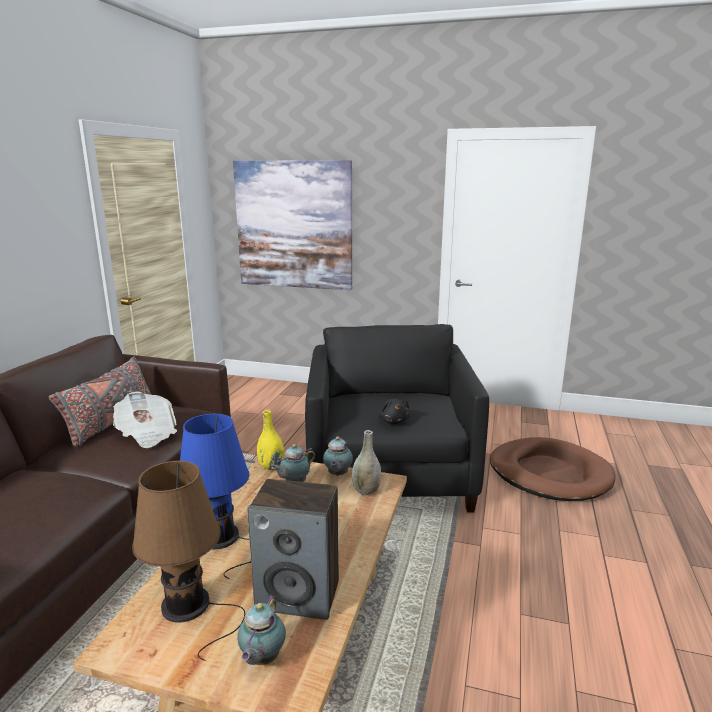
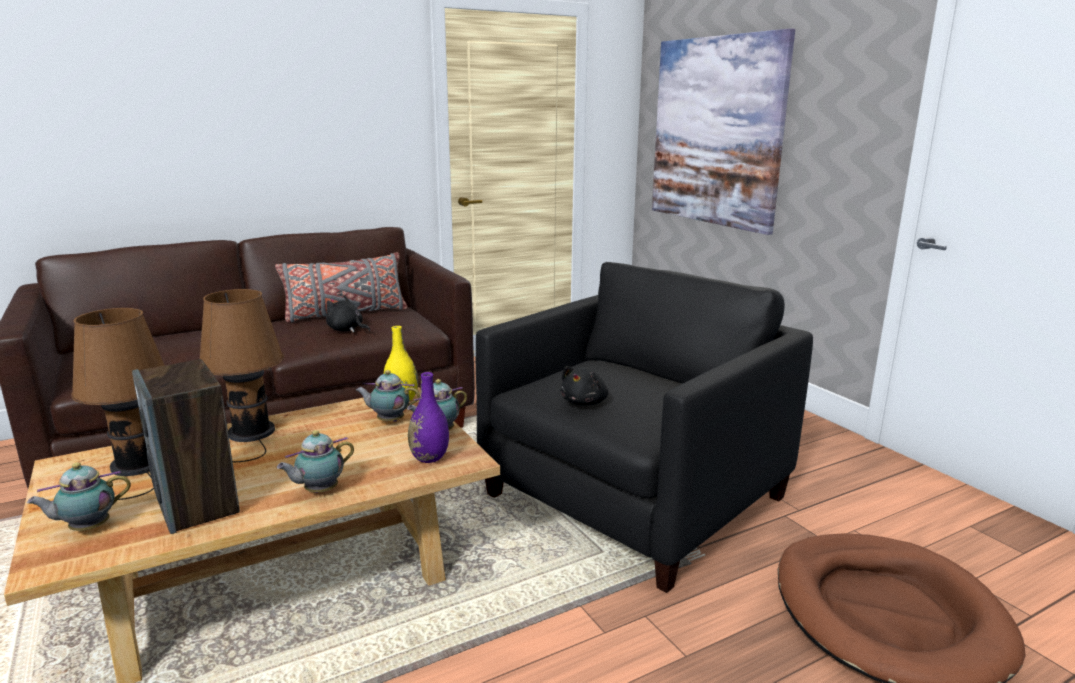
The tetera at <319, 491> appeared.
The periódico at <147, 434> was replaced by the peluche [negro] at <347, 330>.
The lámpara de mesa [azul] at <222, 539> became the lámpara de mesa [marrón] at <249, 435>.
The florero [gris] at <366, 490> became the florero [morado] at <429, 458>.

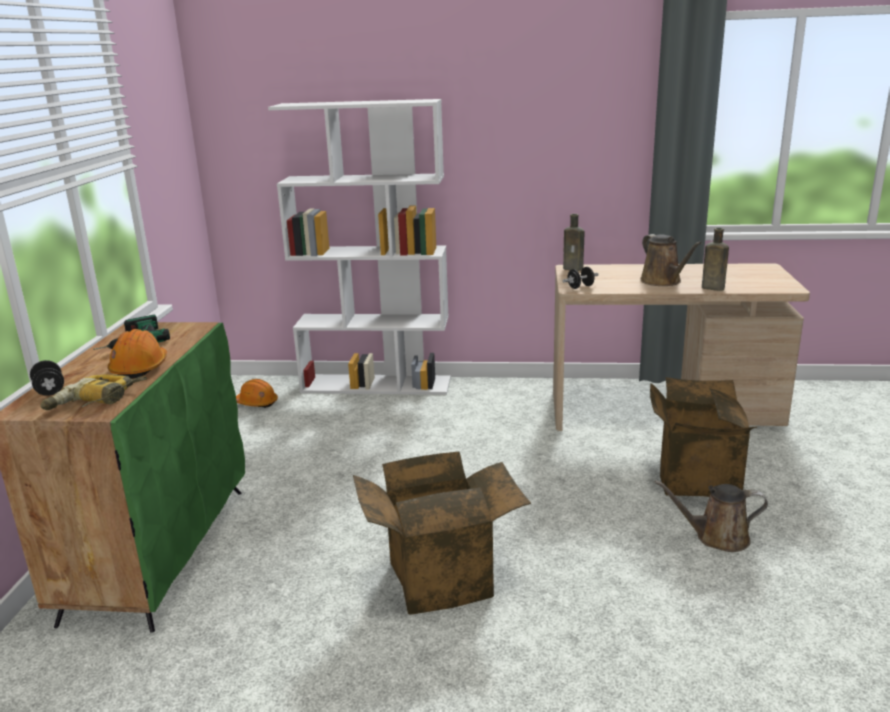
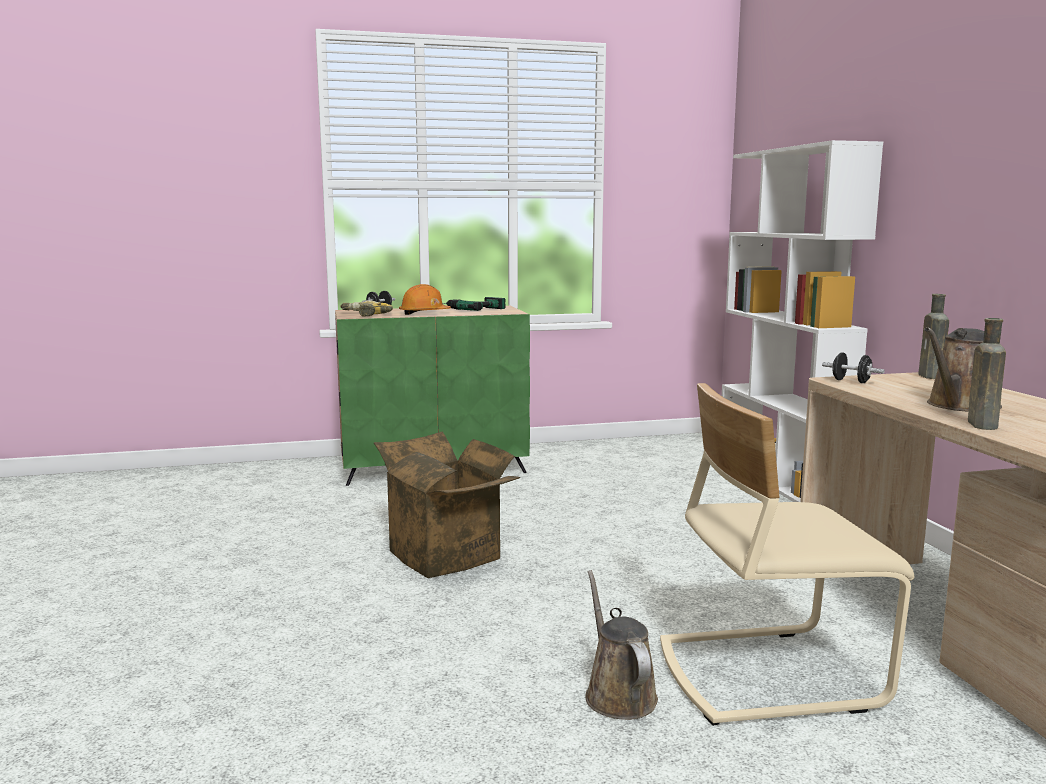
The casco [naranja] at <257, 403> disappeared.
The caja de cartón at <694, 478> was replaced by the silla [beis] at <767, 673>.

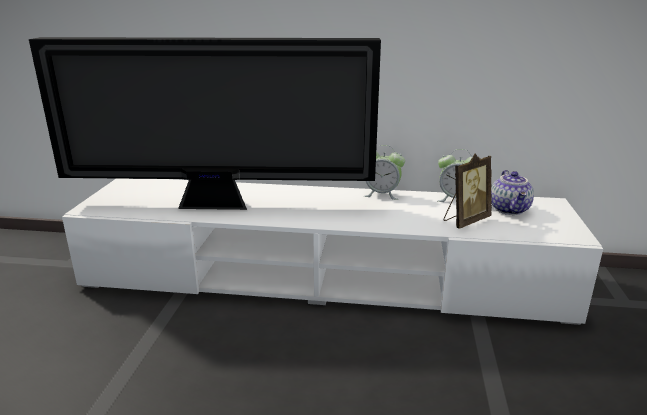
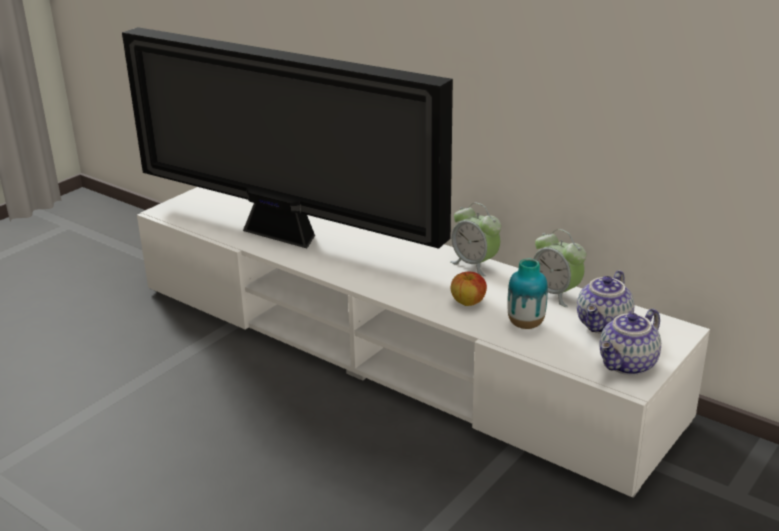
The manzana at <468, 303> appeared.
The tetera at <628, 365> appeared.
The portarretratos at <465, 220> was replaced by the florero at <525, 324>.

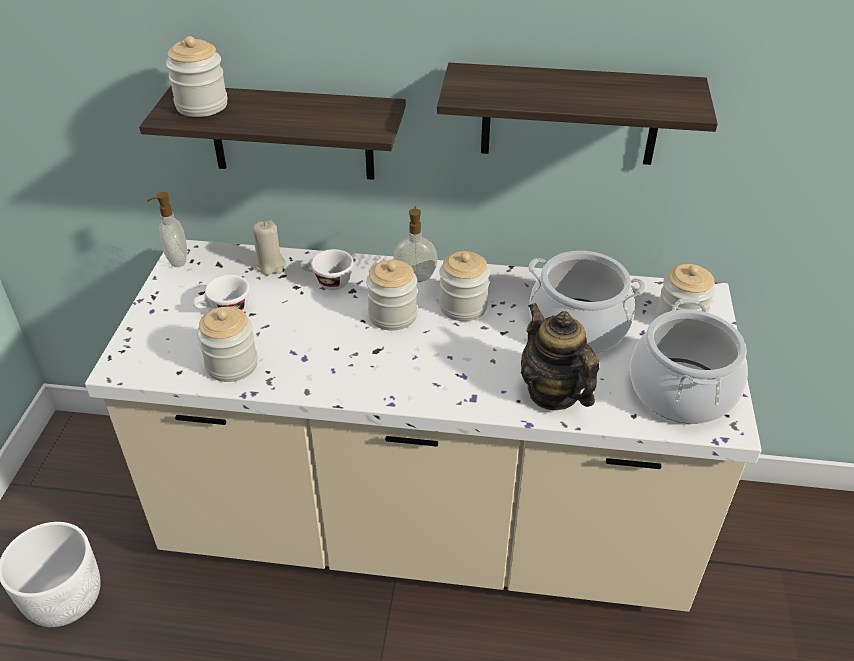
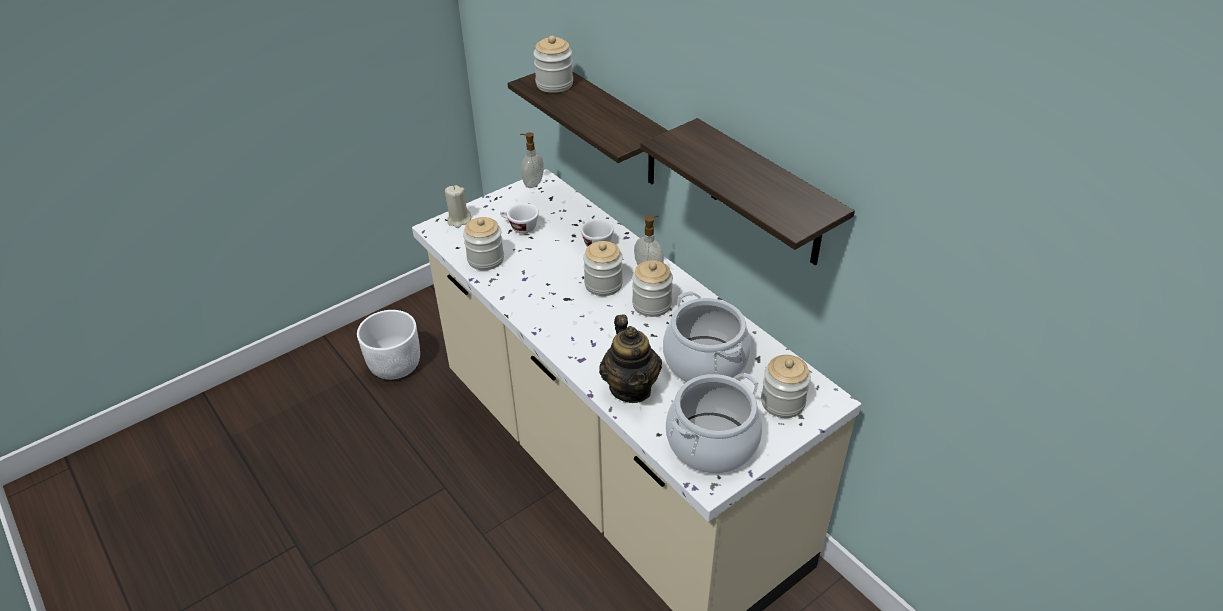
The vela [beis] moved from <270, 265> to <459, 220>.
The tetera at <553, 392> turned 150 degrees clockwise.

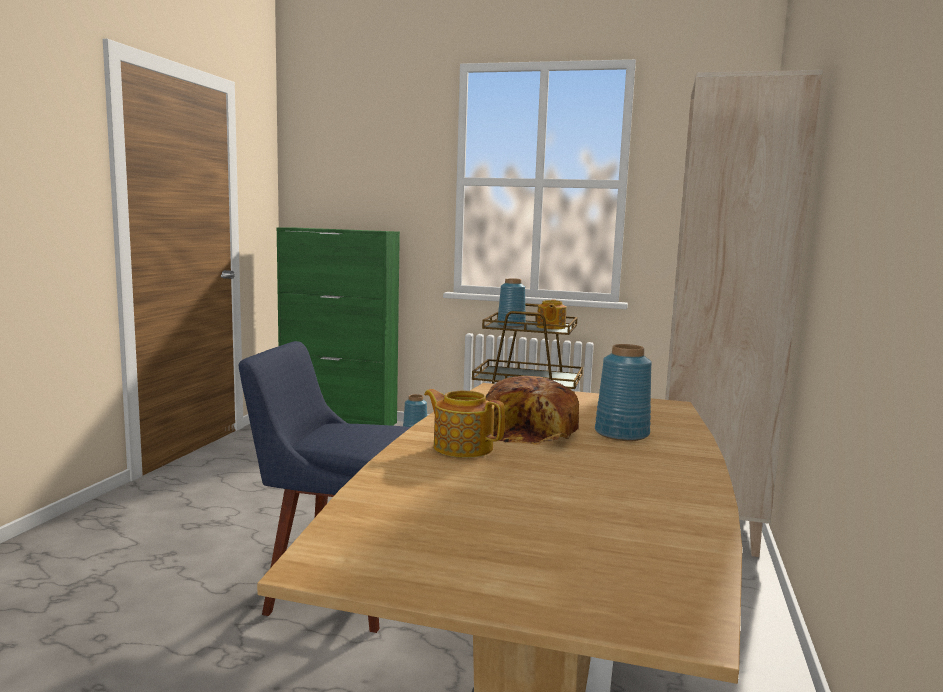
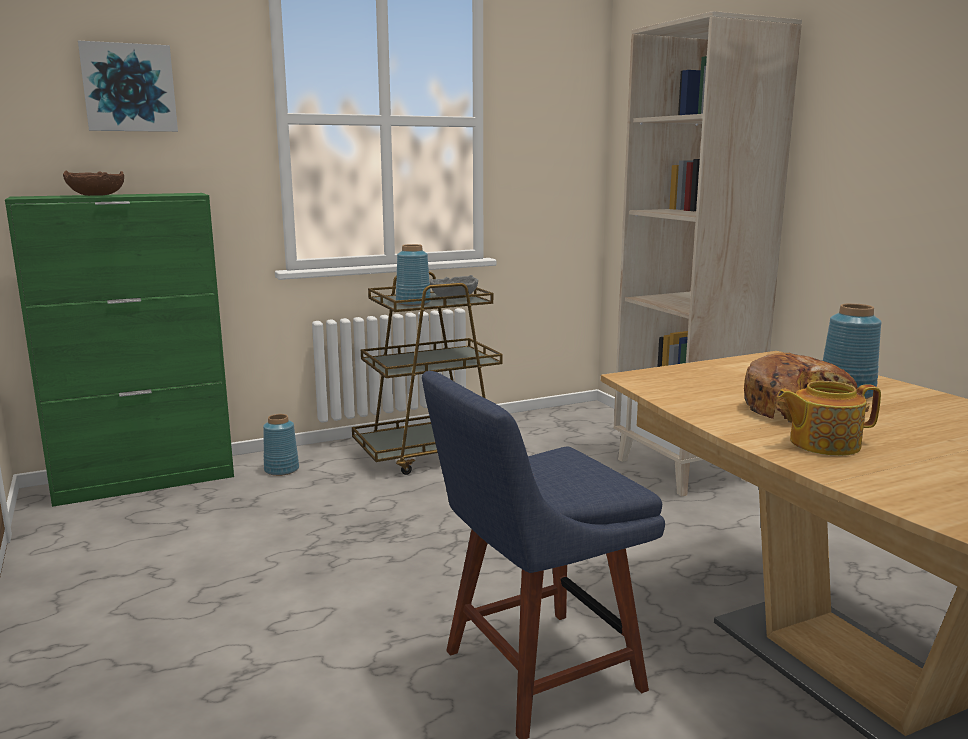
The cuenco [marrón] at <96, 195> appeared.
The cuadro at <129, 88> appeared.
The tetera at <550, 327> was replaced by the cuenco [gris] at <453, 298>.

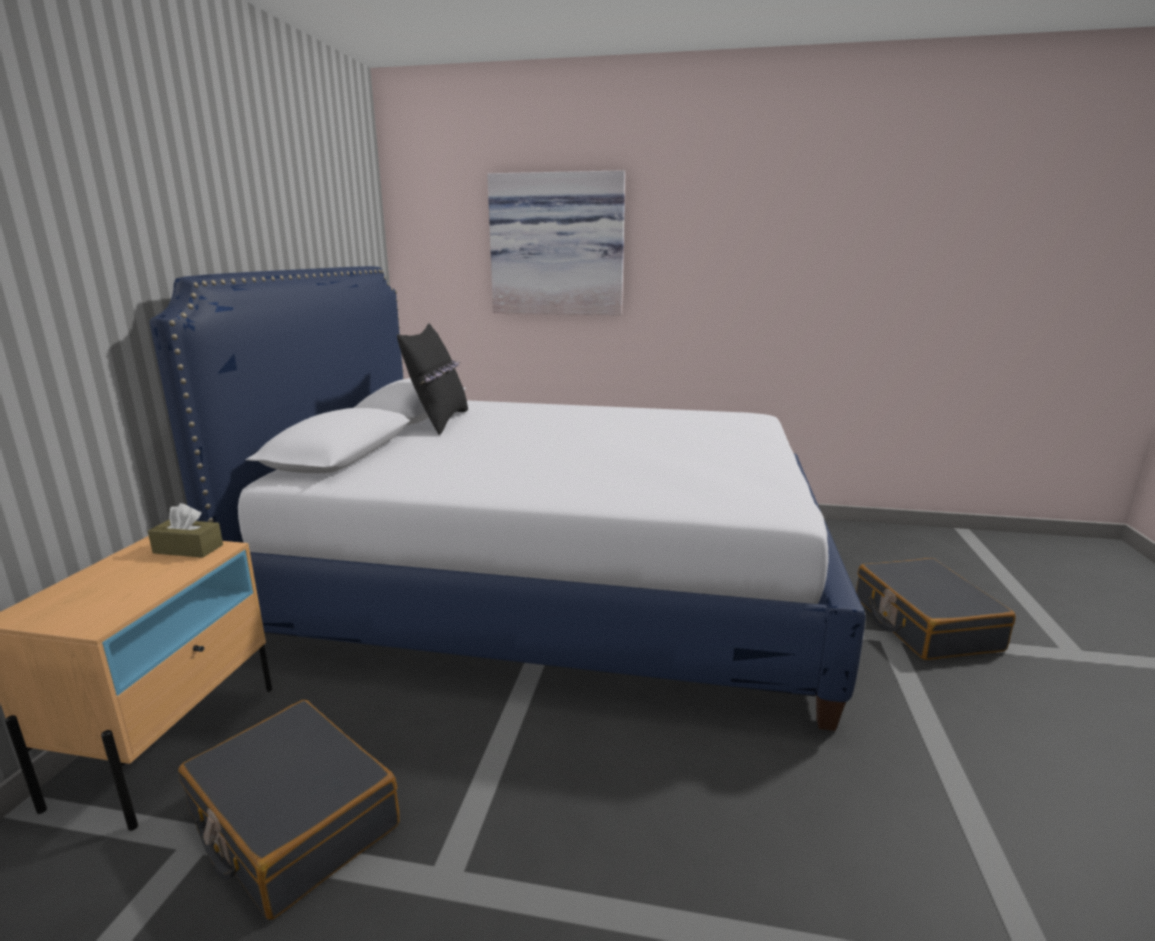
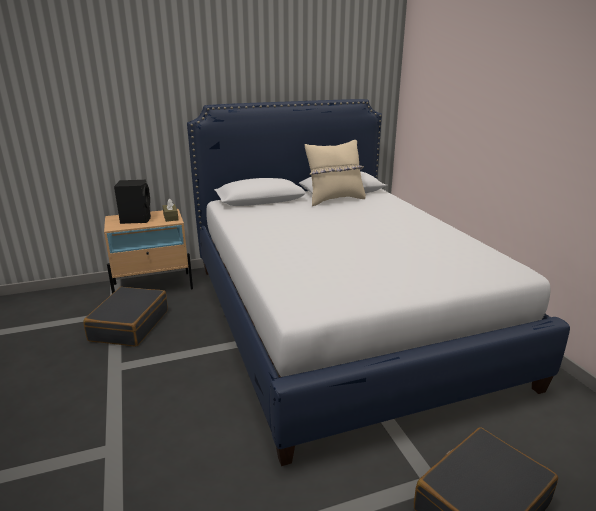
The cuadro at <557, 245> disappeared.
The altavoz [negro] at <136, 219> appeared.
The cojín [negro] at <438, 421> became the cojín [beis] at <335, 200>.

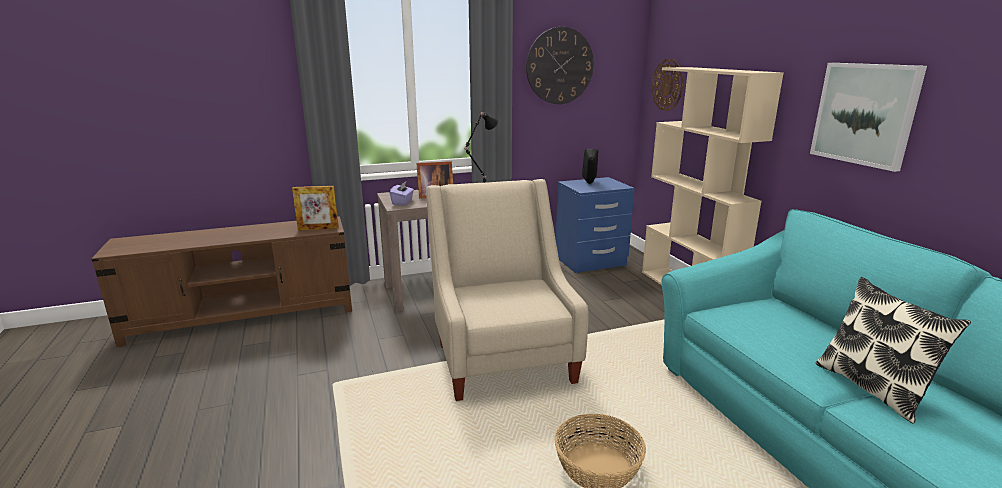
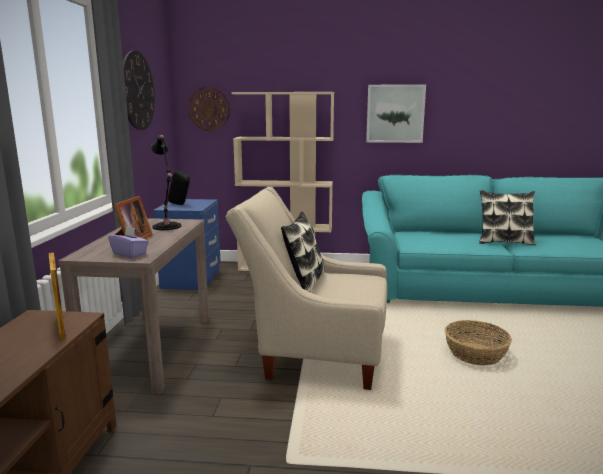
The cojín at <304, 282> appeared.
The portarretratos at <318, 228> turned 135 degrees clockwise.

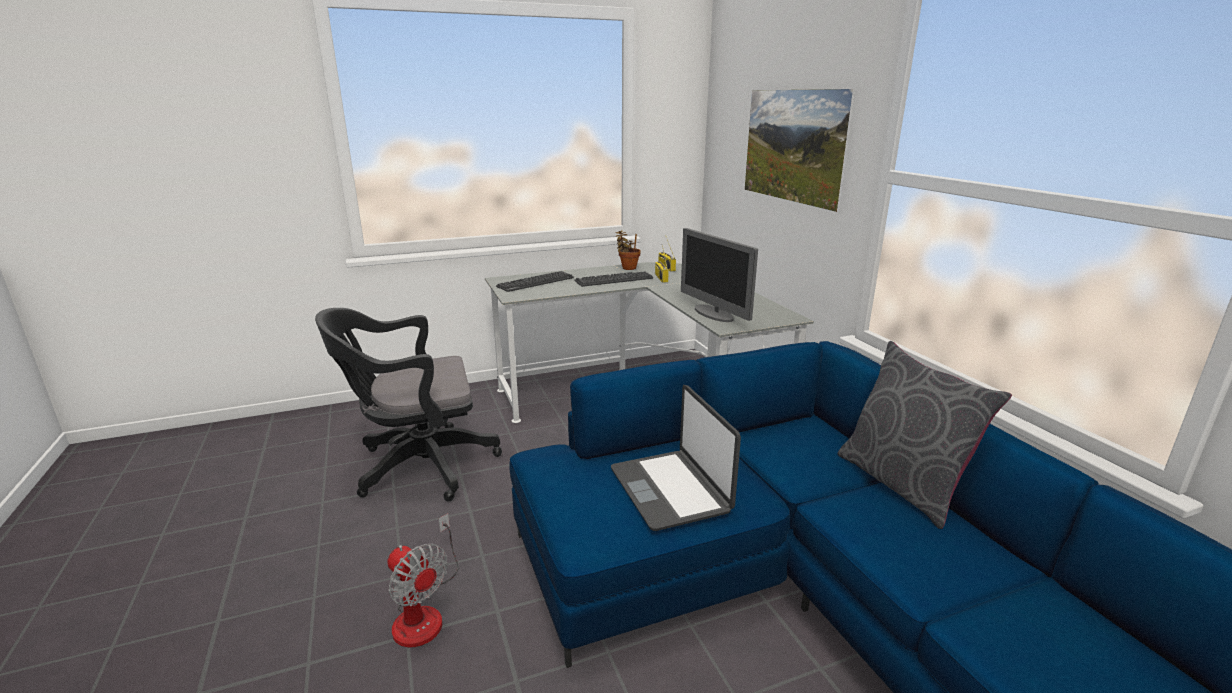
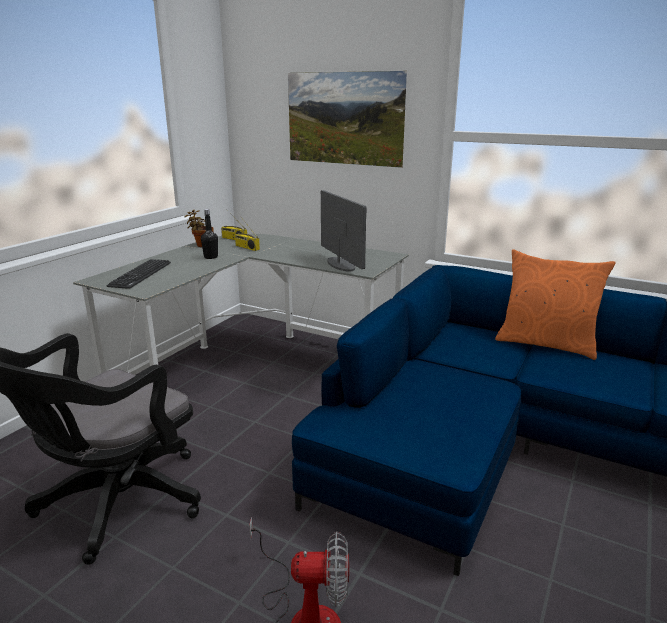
The portátil at <671, 490> disappeared.
The teclado at <614, 280> was replaced by the botella [negro] at <211, 257>.
The cojín [gris] at <902, 484> became the cojín [naranja] at <546, 344>.
The monitor at <713, 314> turned 135 degrees counterclockwise.

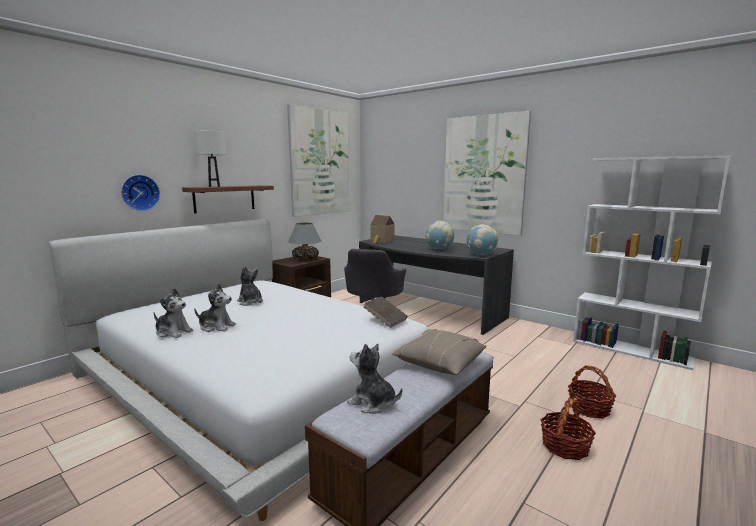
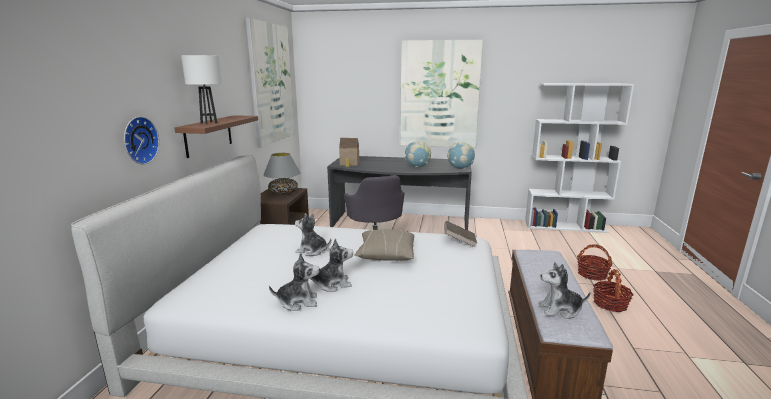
The cojín [beis] moved from <439, 363> to <386, 254>.

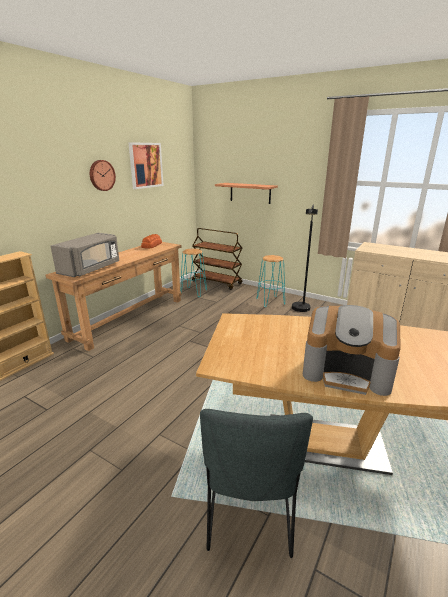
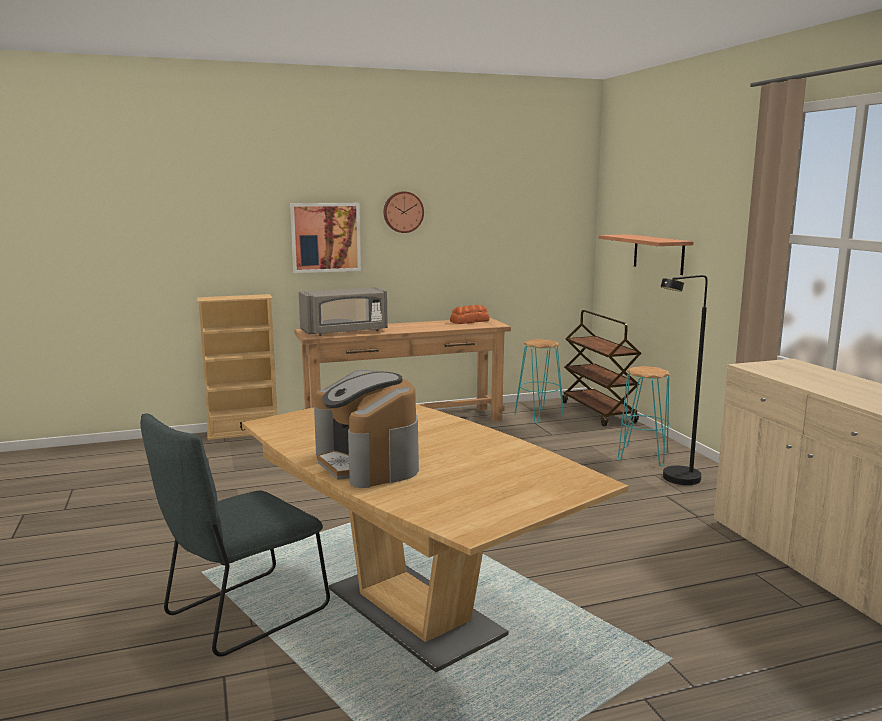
The cuadro moved from <146, 165> to <325, 237>.

